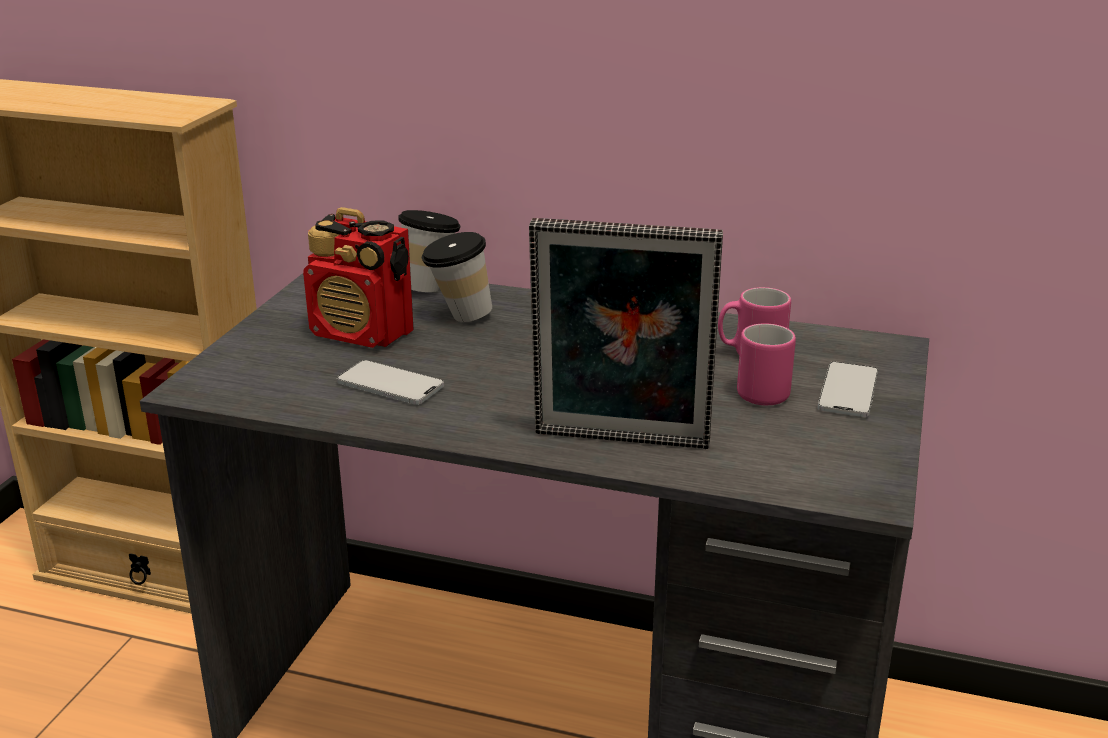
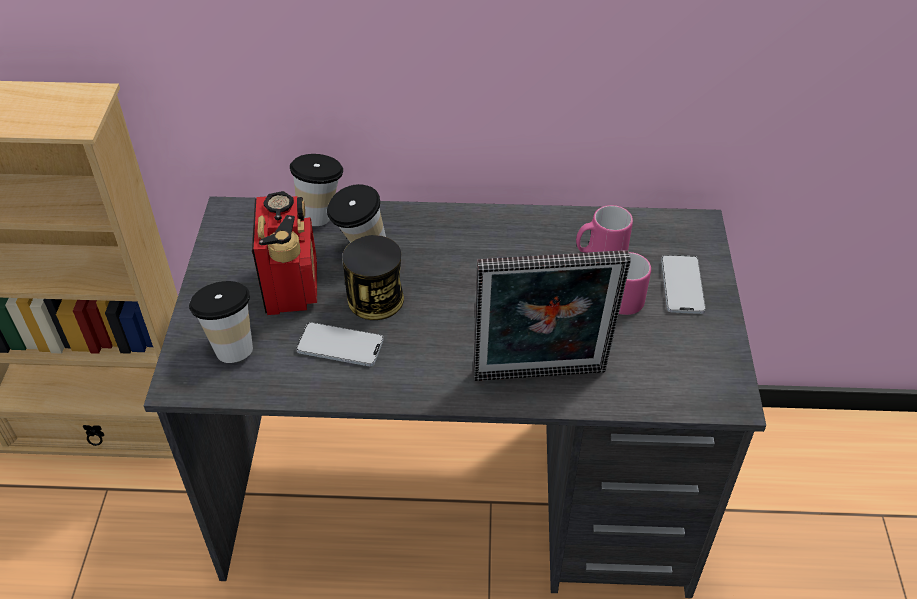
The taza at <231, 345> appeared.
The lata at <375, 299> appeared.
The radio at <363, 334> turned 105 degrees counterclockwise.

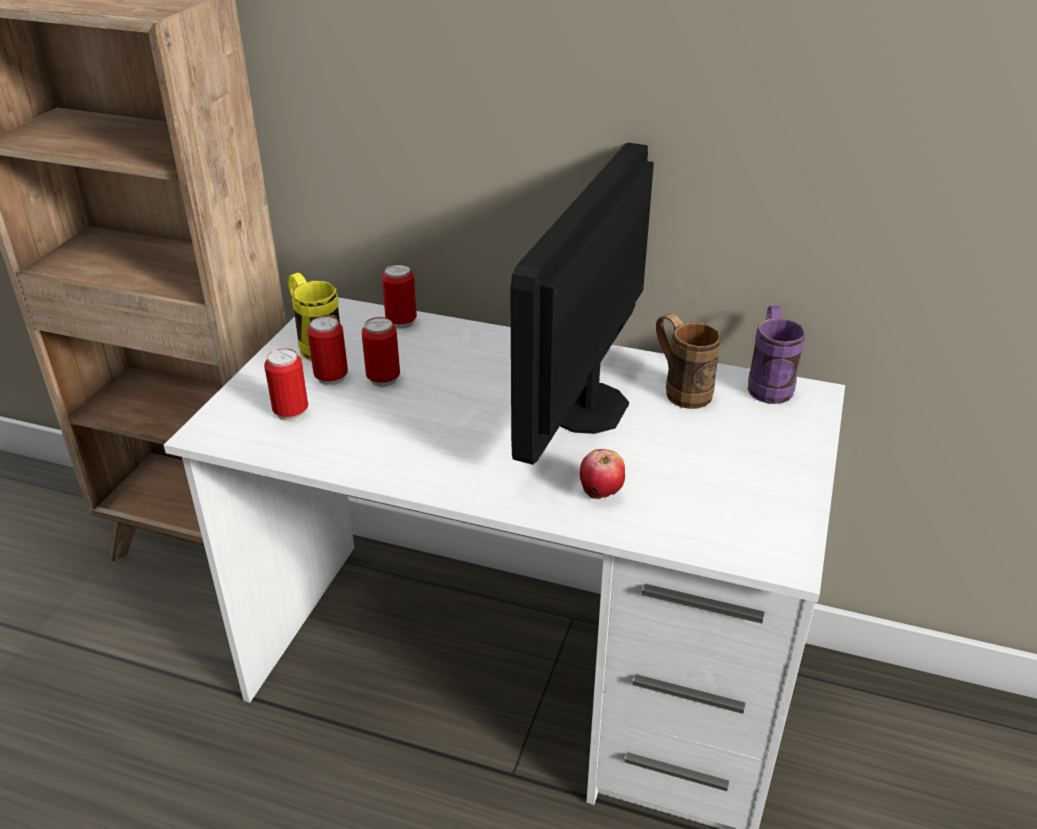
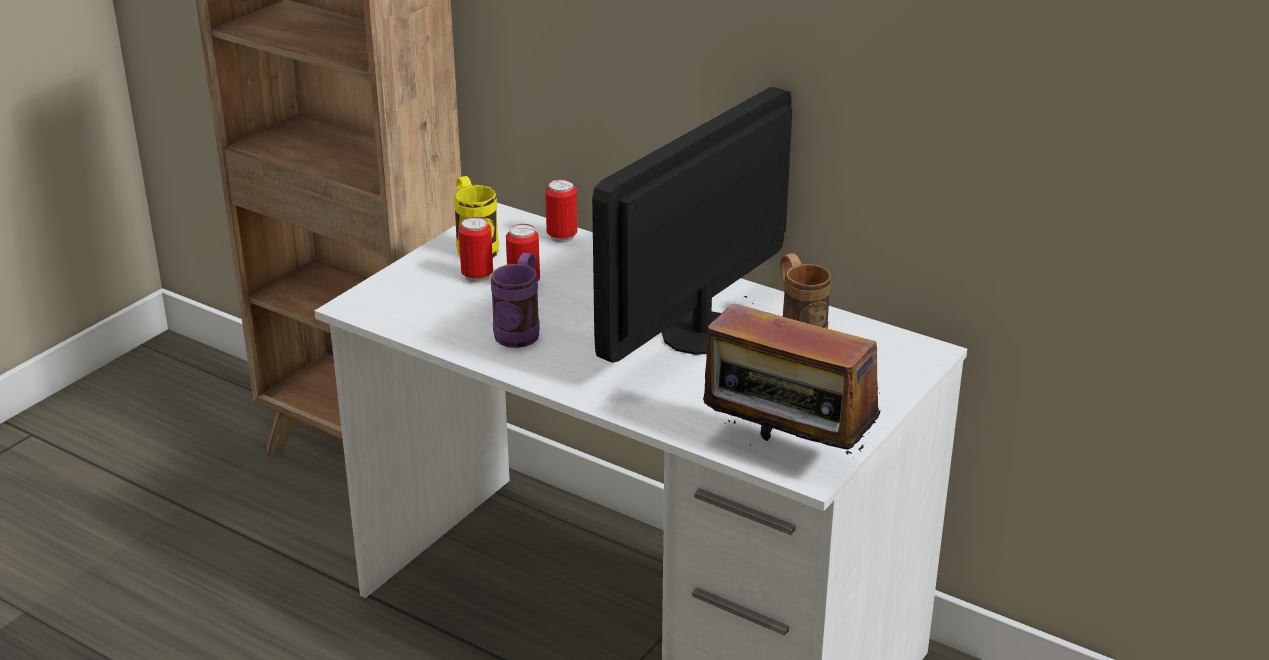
The lata at <291, 412> disappeared.
The manzana at <601, 494> disappeared.
The radio at <786, 454> appeared.
The taza grande [morado] moved from <768, 384> to <521, 330>.

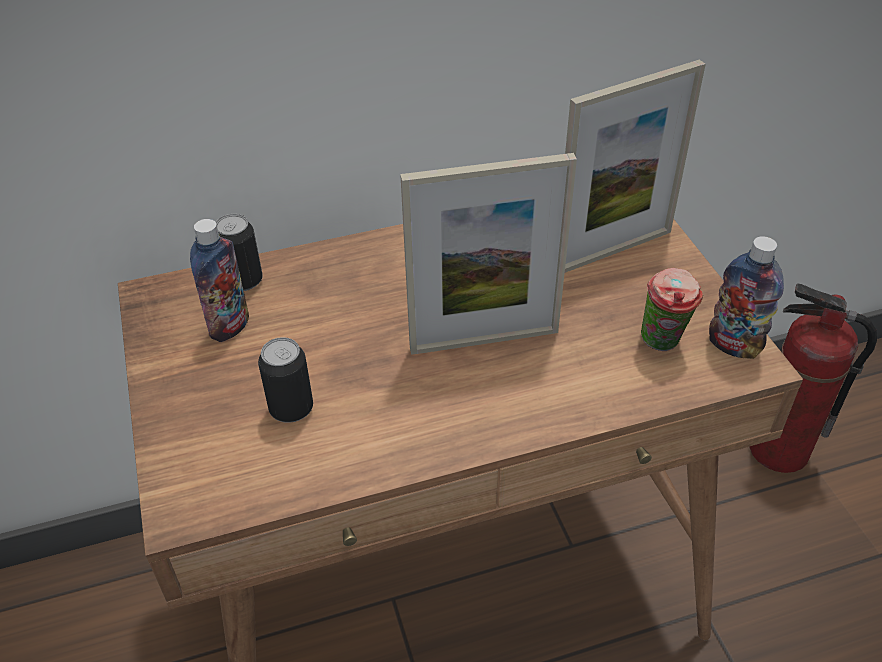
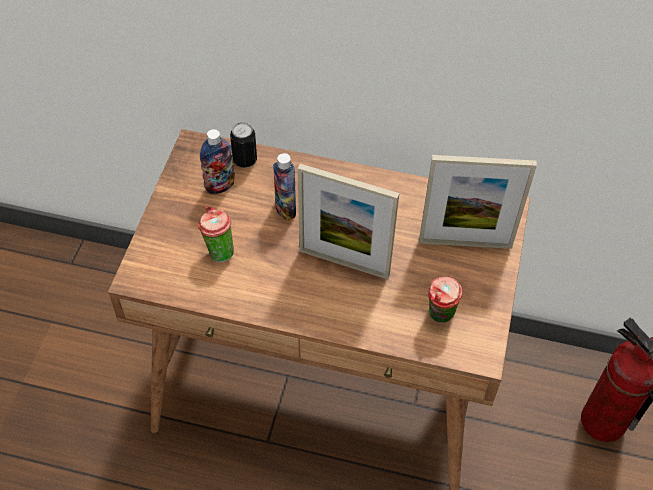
The botella moved from <734, 345> to <285, 209>.
The lata at <291, 408> was replaced by the taza at <218, 251>.

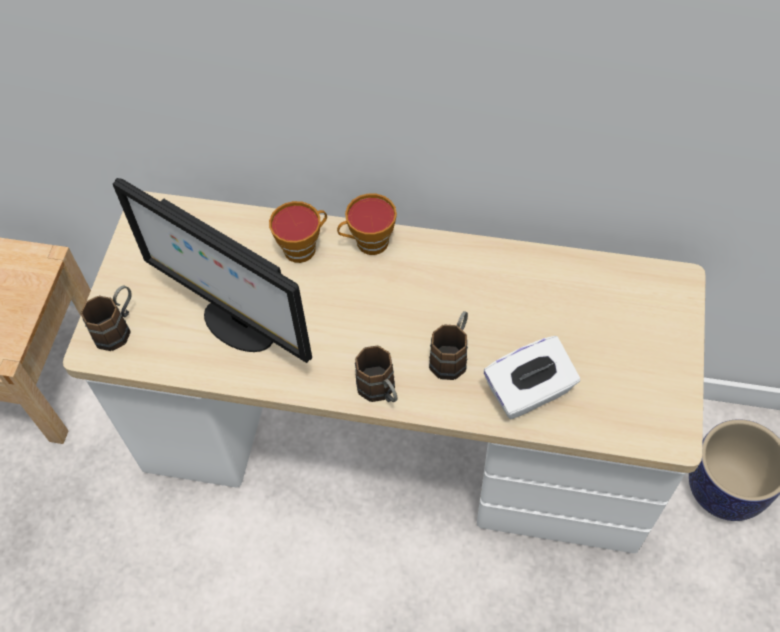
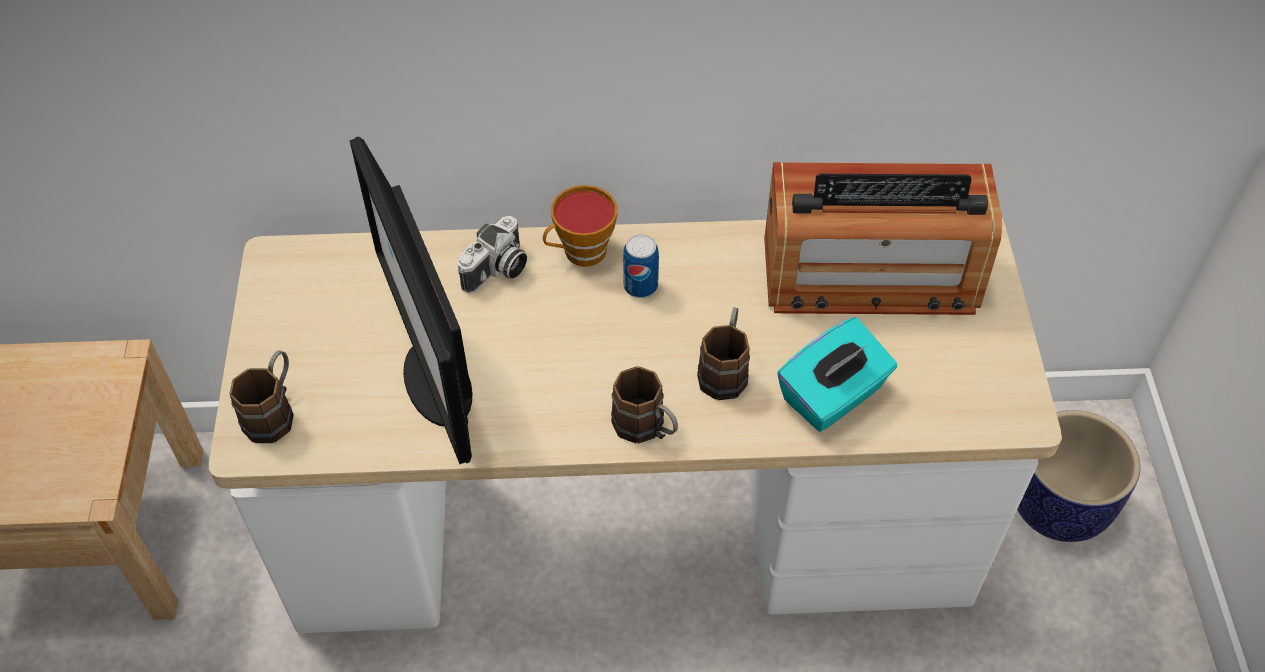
The lata at <640, 286> appeared.
The radio at <869, 275> appeared.
The taza at <303, 247> was replaced by the cámara at <497, 271>.
The caja de pañuelos [blanco] at <529, 392> became the caja de pañuelos [turquesa] at <832, 396>.
The monitor at <236, 325> turned 45 degrees clockwise.

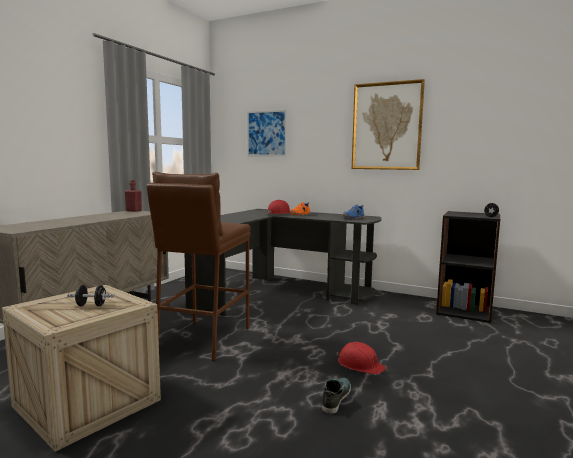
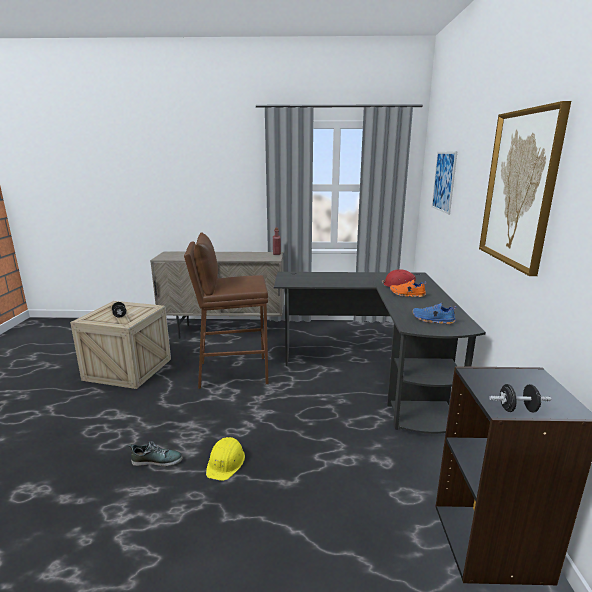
The casco [rojo] at <360, 365> became the casco [amarillo] at <226, 462>.

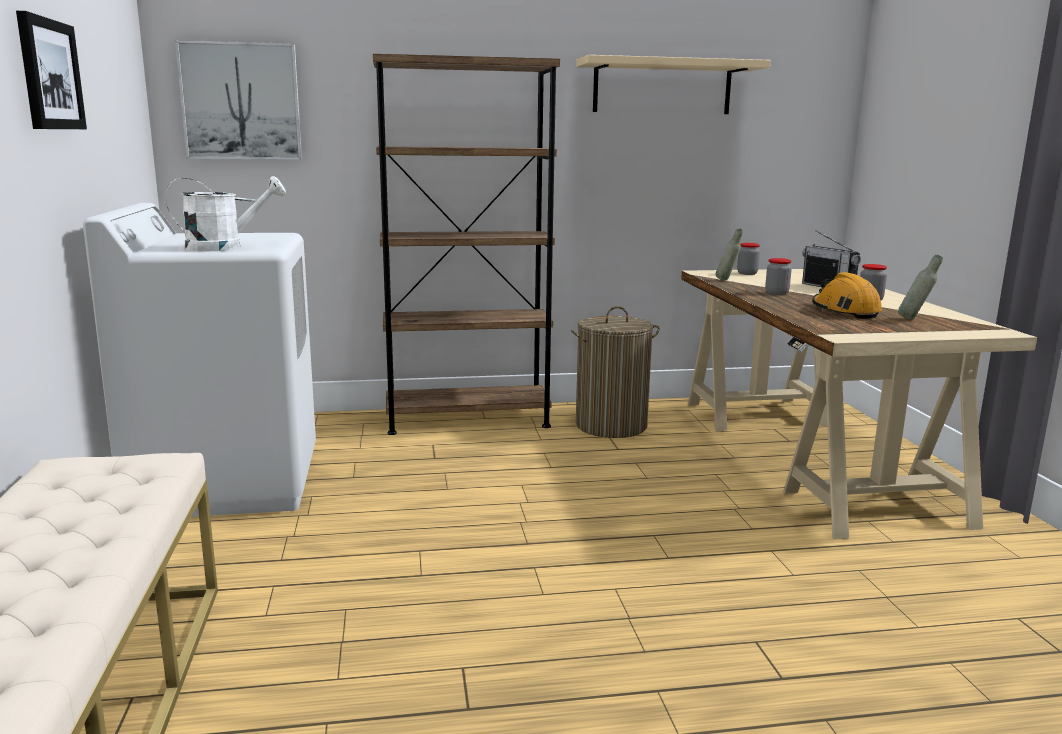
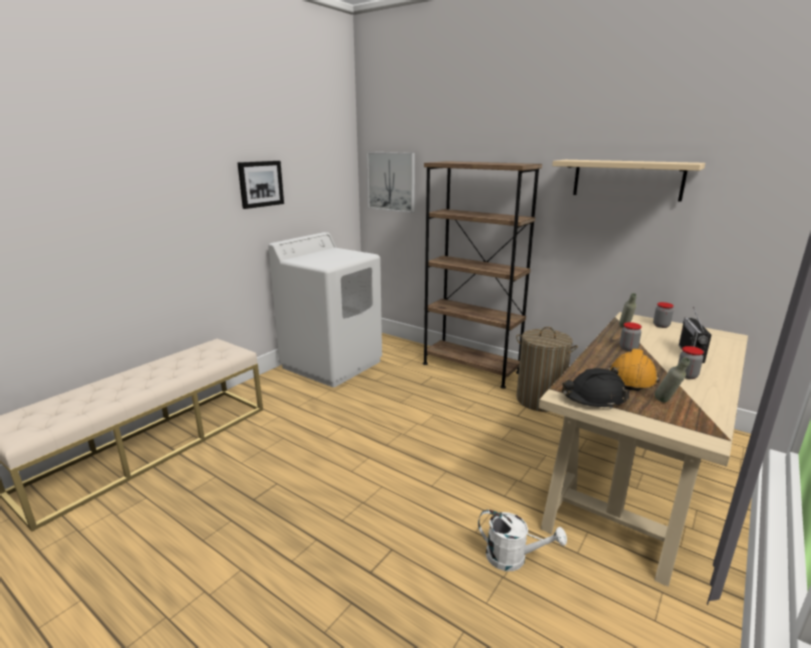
The casco [negro] at <593, 398> appeared.
The regadera [blanco] moved from <225, 247> to <513, 558>.

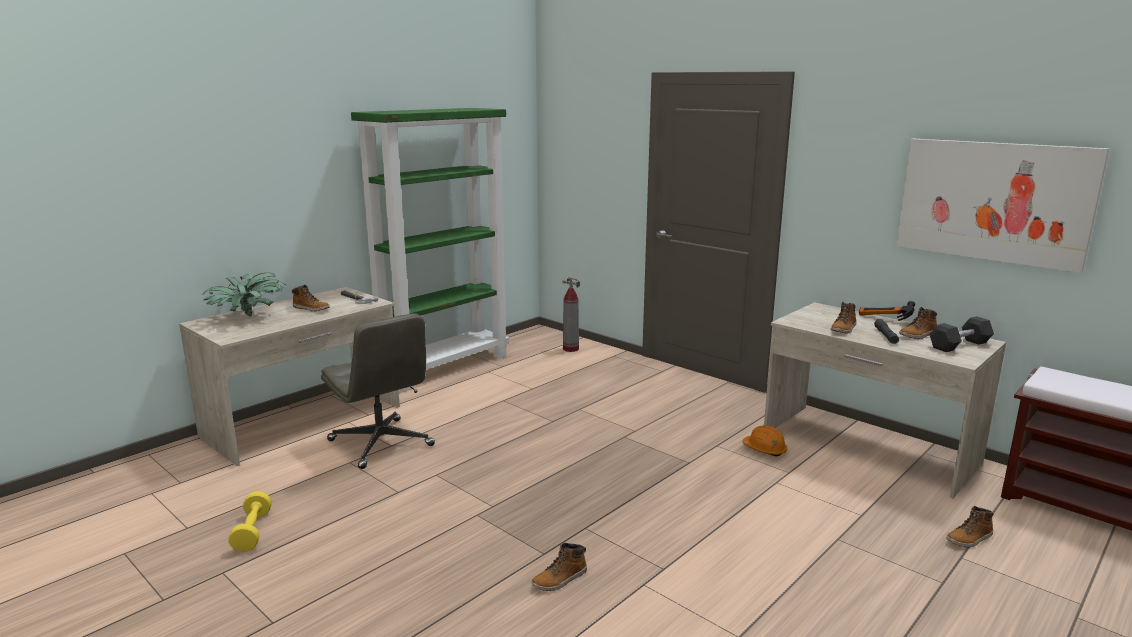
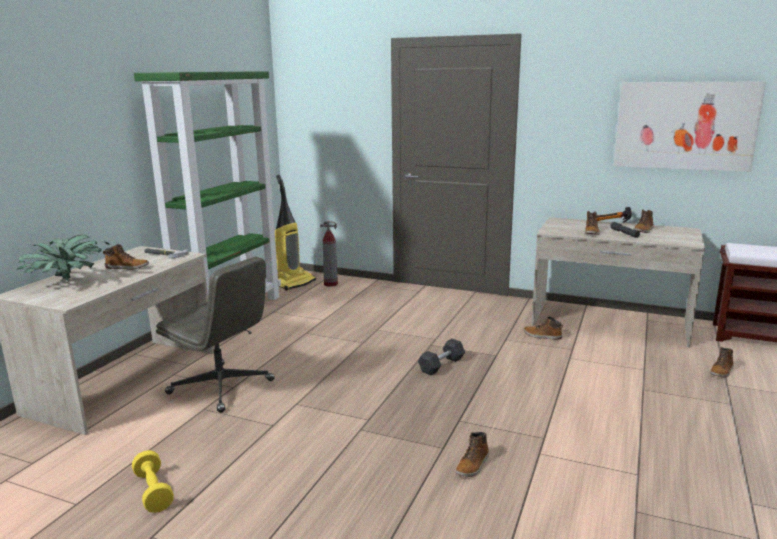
The aspiradora at <294, 283> appeared.
The mancuerna [negro] moved from <959, 345> to <441, 365>.
The casco [naranja] at <764, 449> was replaced by the bota at <542, 336>.

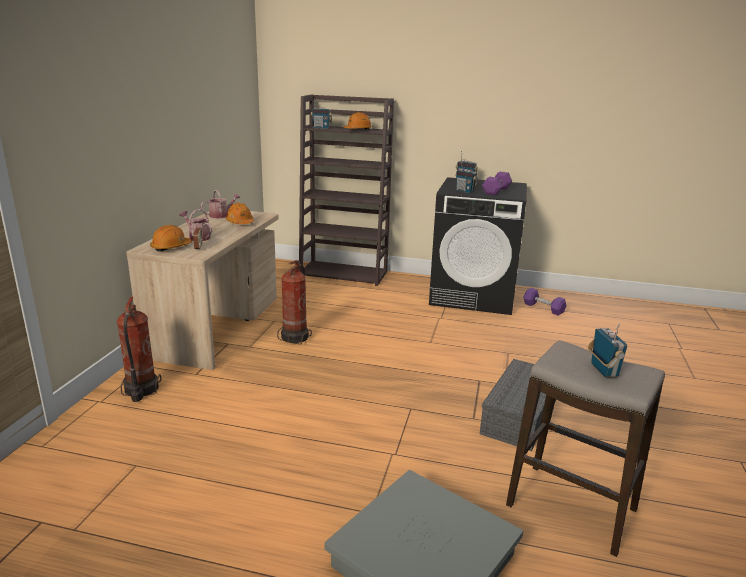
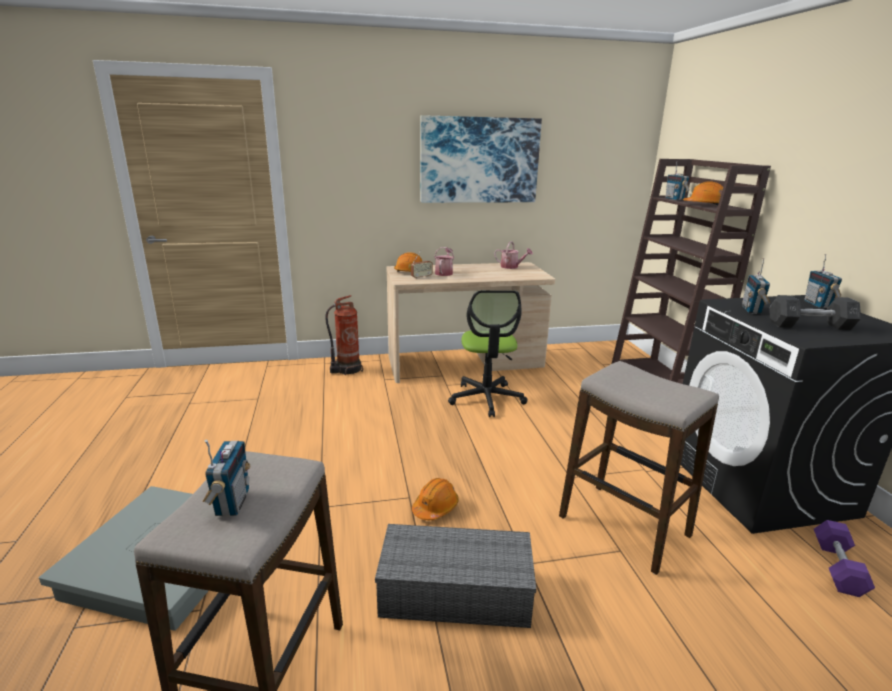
The cuadro at <479, 160> appeared.
The taburete at <623, 526> appeared.
The casco [naranja] moved from <240, 223> to <435, 507>.
The extintor at <296, 337> was replaced by the silla de oficina at <486, 399>.
The mancuerna [morado] at <496, 191> became the mancuerna [gris] at <810, 325>.
The radio at <603, 370> turned 60 degrees counterclockwise.

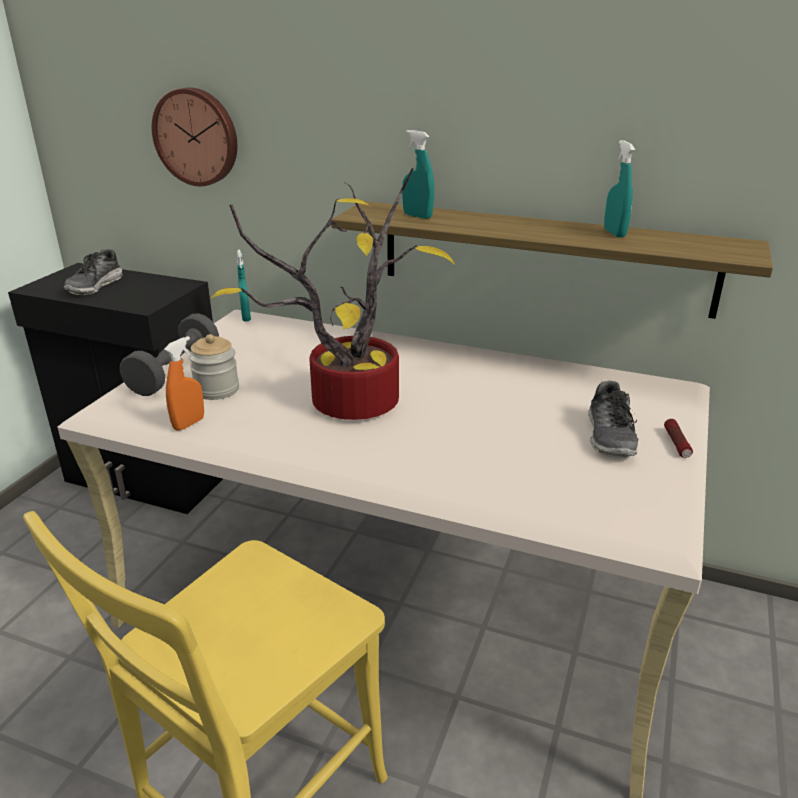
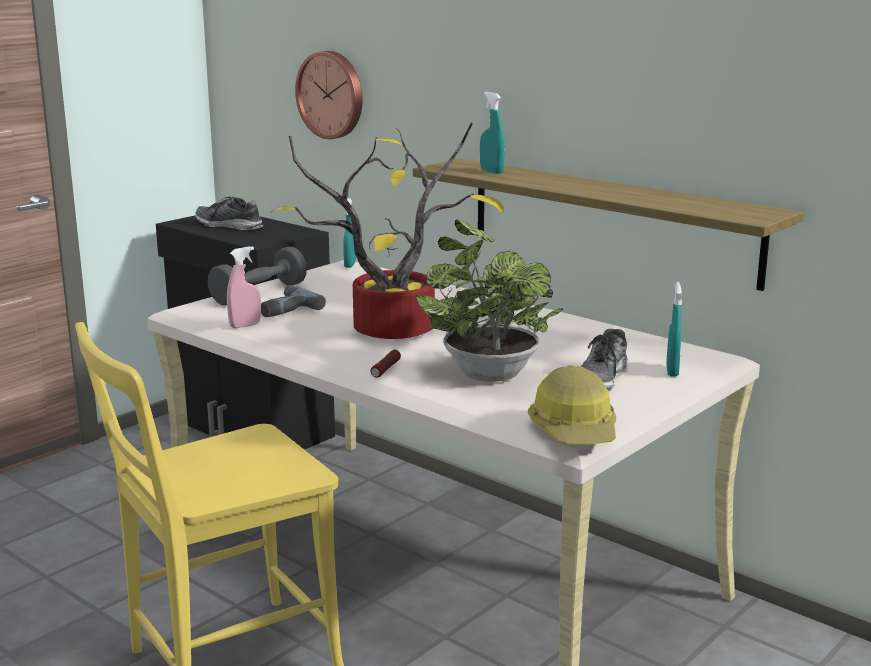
The planta en maceta at <486, 372> appeared.
The casco at <575, 430> appeared.
The pulverizador [turquesa] moved from <614, 233> to <672, 371>.
The linterna moved from <677, 444> to <385, 369>.
The tarro at <217, 390> was replaced by the taladro at <284, 308>.
The pulverizador [naranja] at <189, 424> became the pulverizador [rosa] at <245, 325>.
The zapato at <95, 286> turned 75 degrees clockwise.

